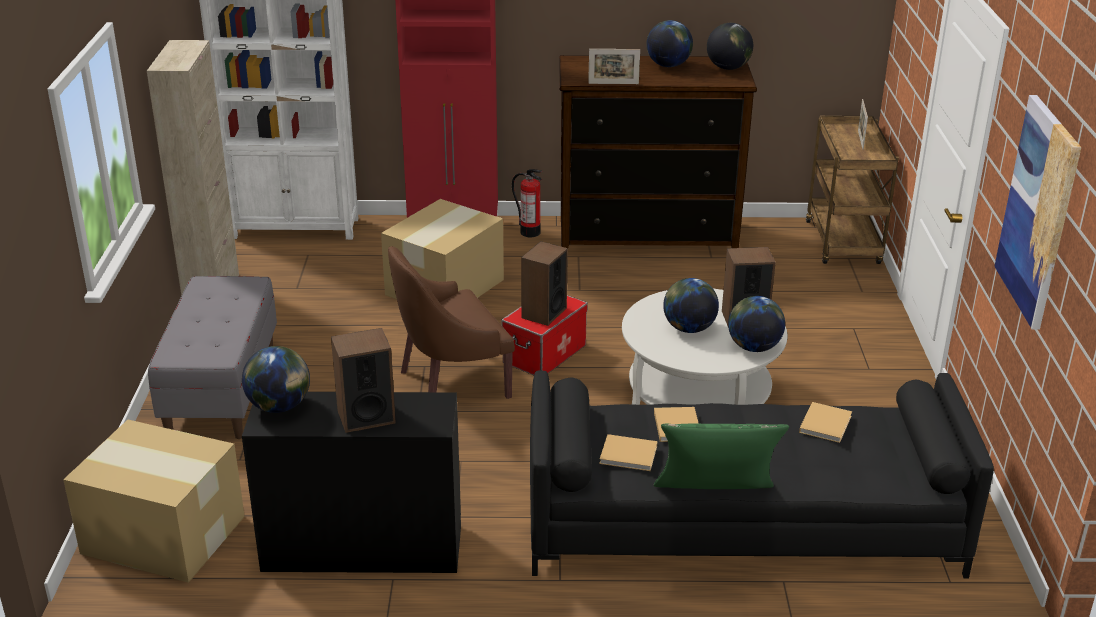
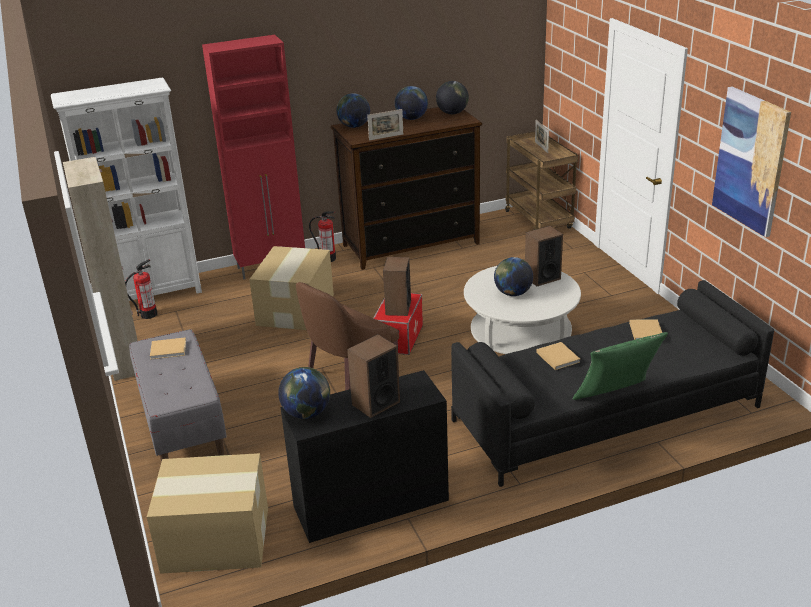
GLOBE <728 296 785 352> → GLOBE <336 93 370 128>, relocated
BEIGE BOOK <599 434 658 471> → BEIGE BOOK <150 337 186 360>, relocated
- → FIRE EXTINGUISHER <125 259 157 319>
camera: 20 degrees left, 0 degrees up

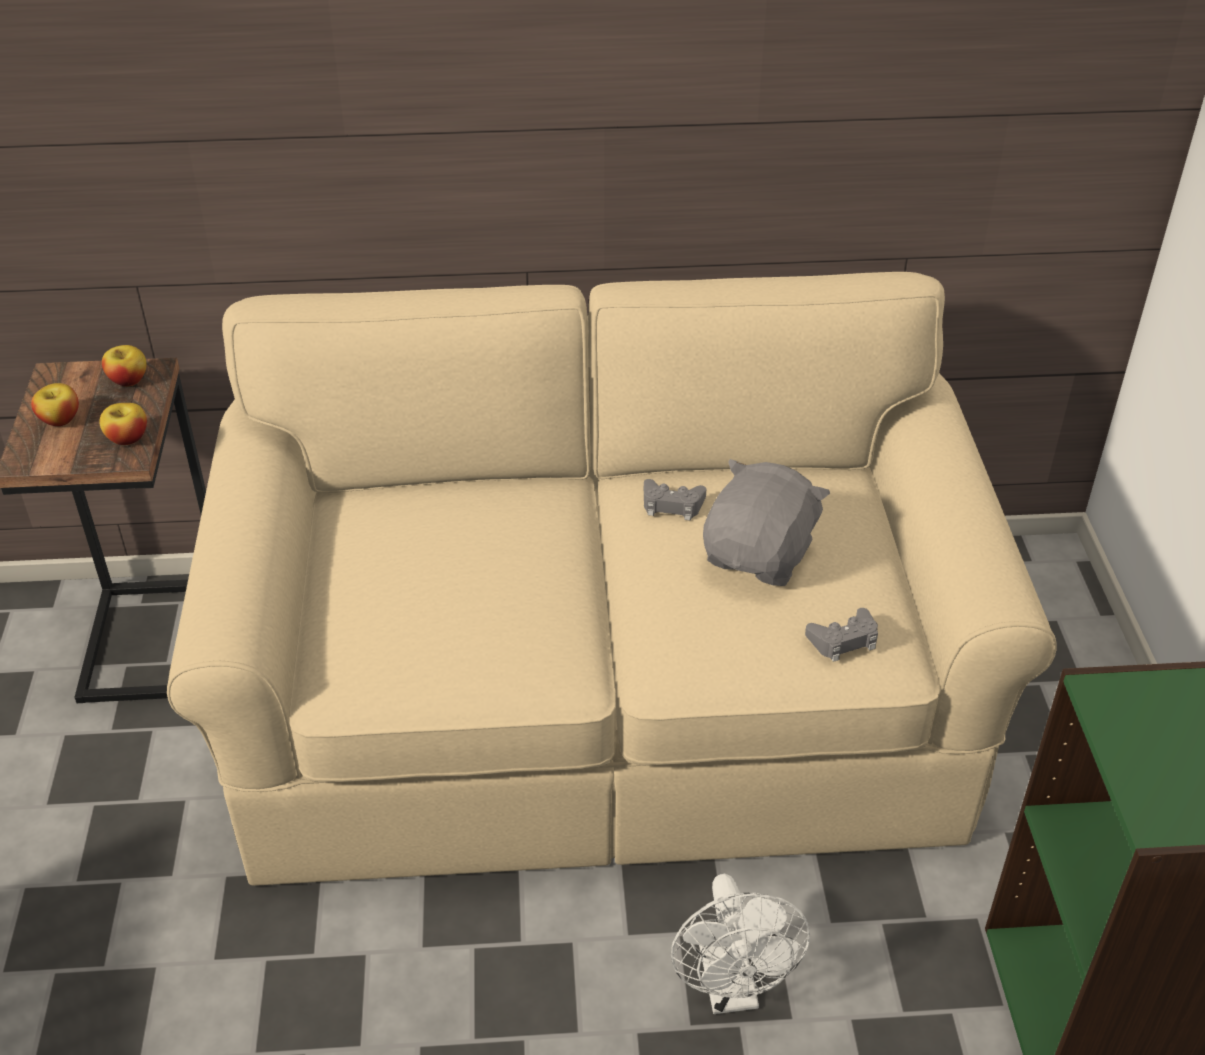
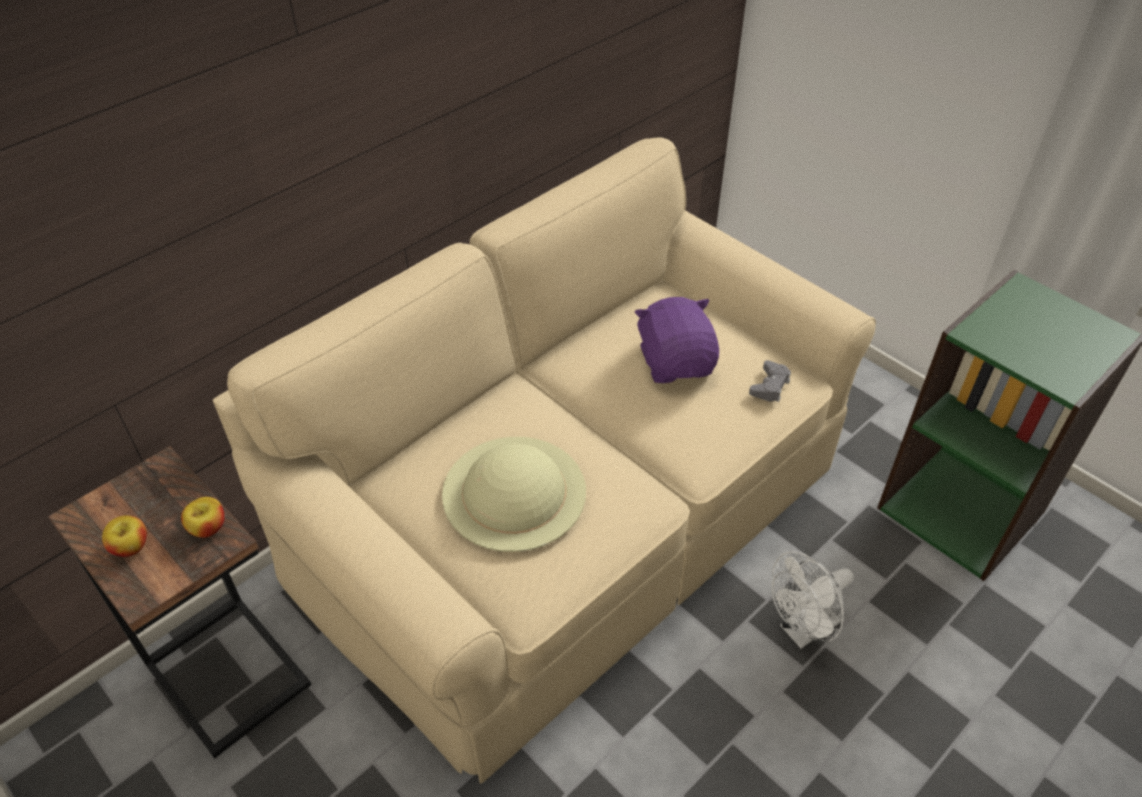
APPLE <102 345 147 386> → -
GREY PLUSH TOY <703 459 830 586> → PURPLE PLUSH TOY <635 297 719 383>
GREY GAME CONTROLLER <644 479 706 521> → -
WHITE FAN <671 873 810 1014> → WHITE FAN <772 551 854 648>, 105 degrees clockwise
- → BEIGE HAT <442 437 586 552>
camera: 40 degrees left, 5 degrees up

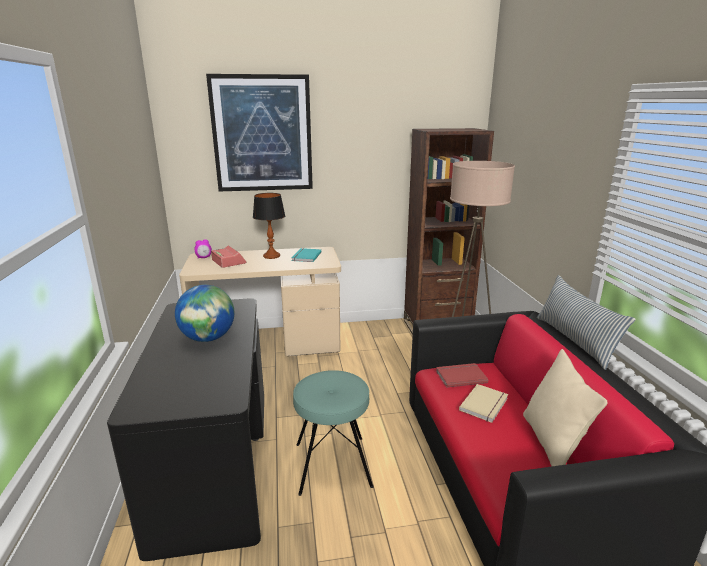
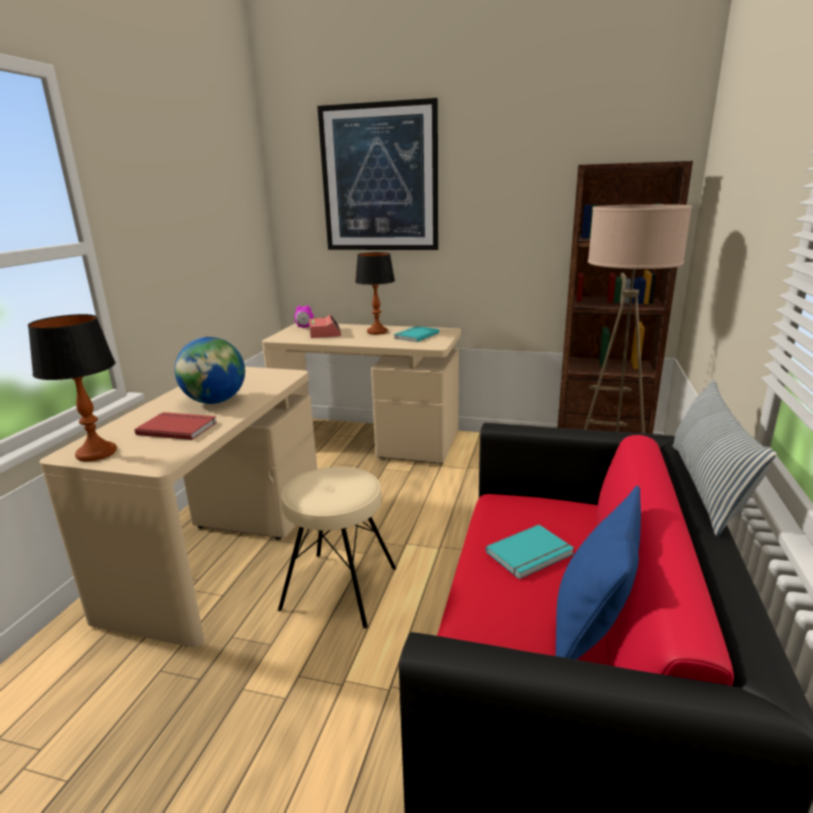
BLACK DESK <107 298 264 561> → BEIGE DESK <40 367 317 647>
BEIGE PILLOW <523 349 608 466> → BLUE PILLOW <555 486 641 660>
RED BOOK <436 363 488 388> → RED BOOK <135 412 217 440>, relocated
TURQUOISE STOOL <293 370 374 496> → BEIGE STOOL <278 467 396 629>
BEIGE BOOK <459 384 508 423> → TURQUOISE BOOK <486 525 574 579>
- → TABLE LAMP <28 314 117 461>
camera: 25 degrees right, 0 degrees up

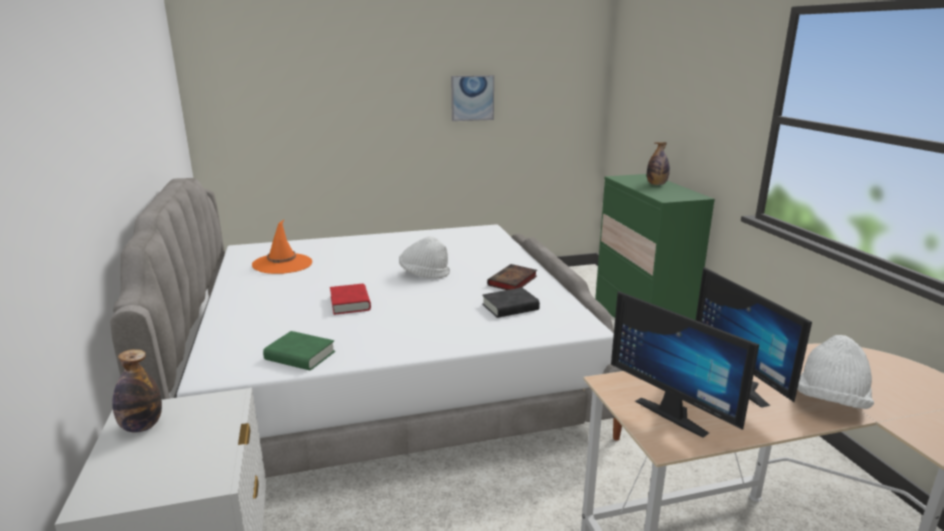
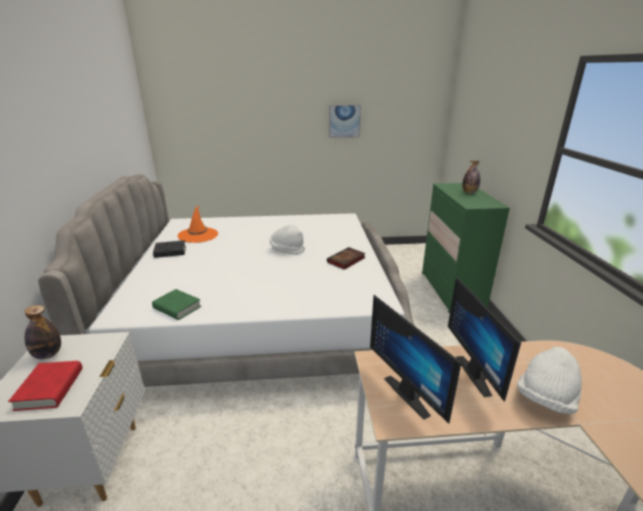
RED BOOK <330 284 371 315> → RED BOOK <8 361 83 411>, relocated
BLACK BOOK <482 288 540 318> → BLACK BOOK <153 240 186 258>, relocated
camera: 10 degrees right, 5 degrees up

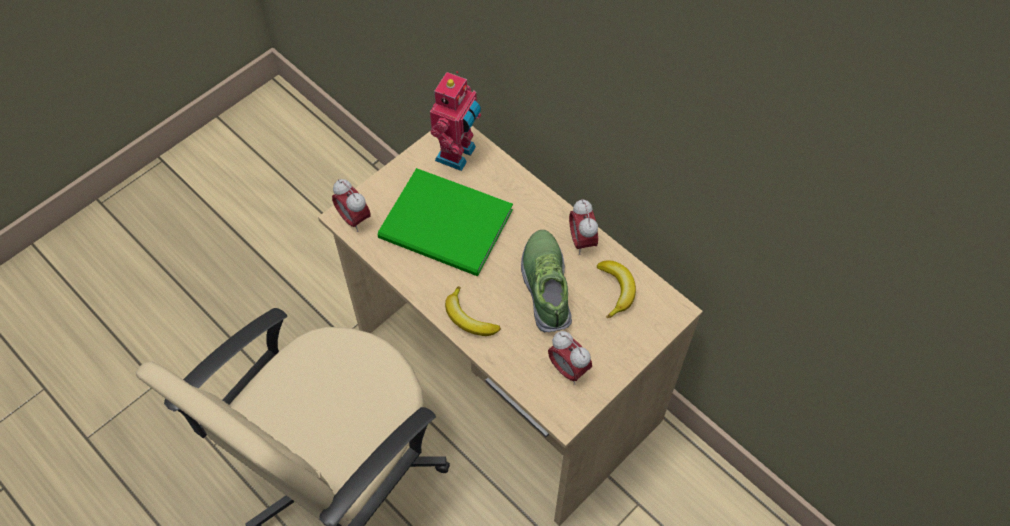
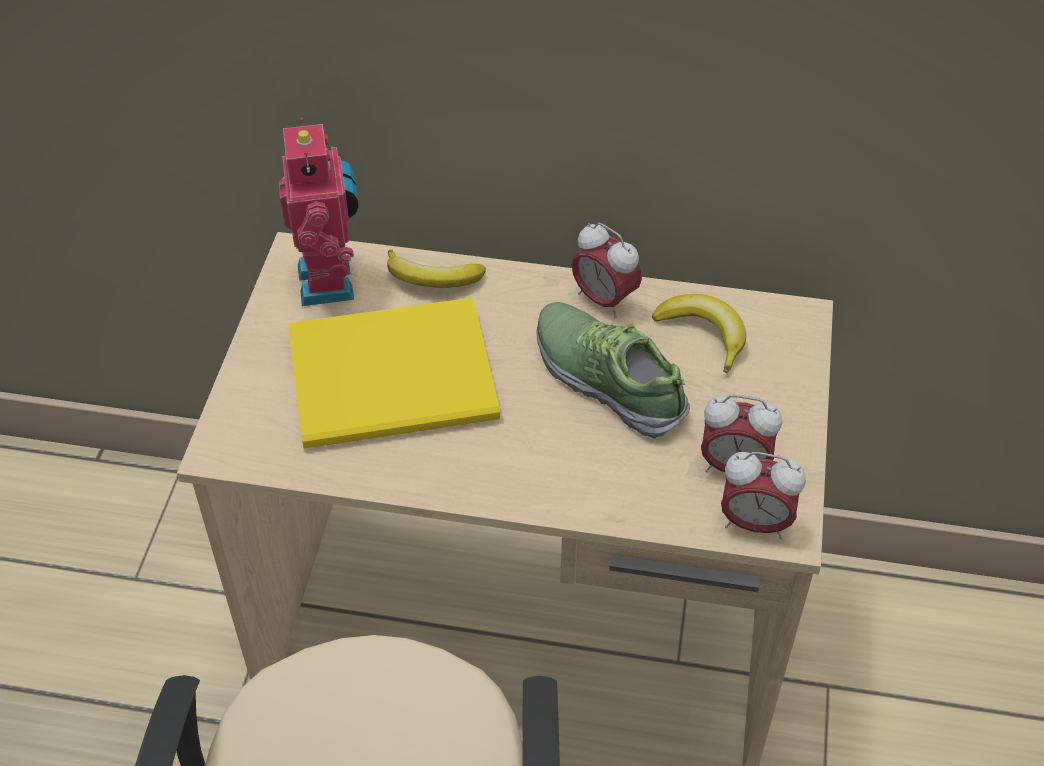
GREEN BOOK <377 168 513 276> → YELLOW BOOK <288 297 500 449>
ALARM CLOCK <332 179 371 232> → ALARM CLOCK <721 452 806 539>, relocated
BANANA <445 286 501 336> → BANANA <387 250 486 288>, relocated
camera: 35 degrees left, 10 degrees down

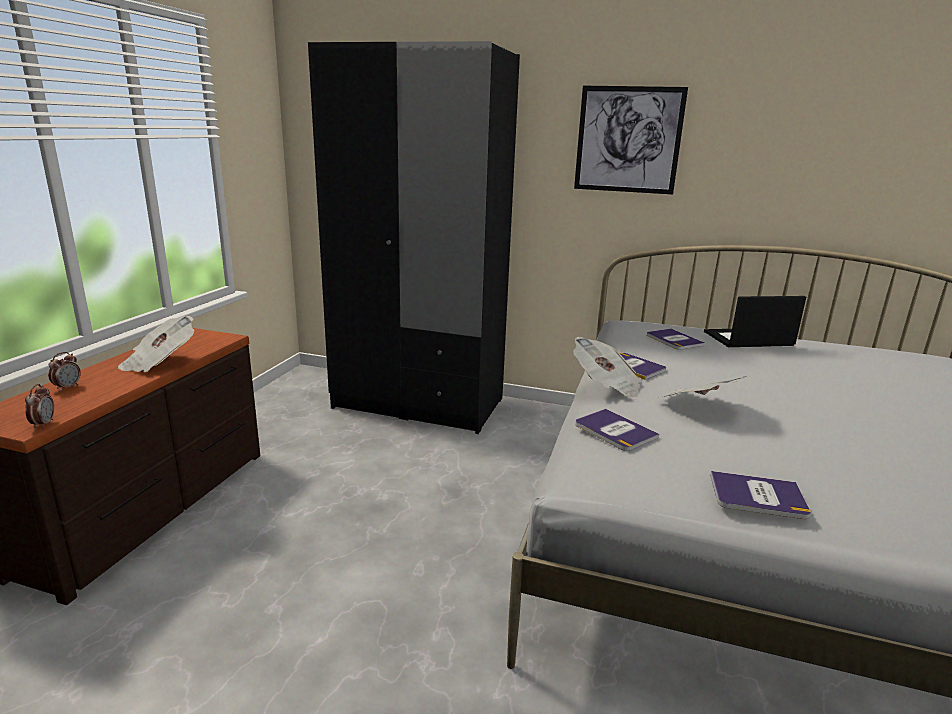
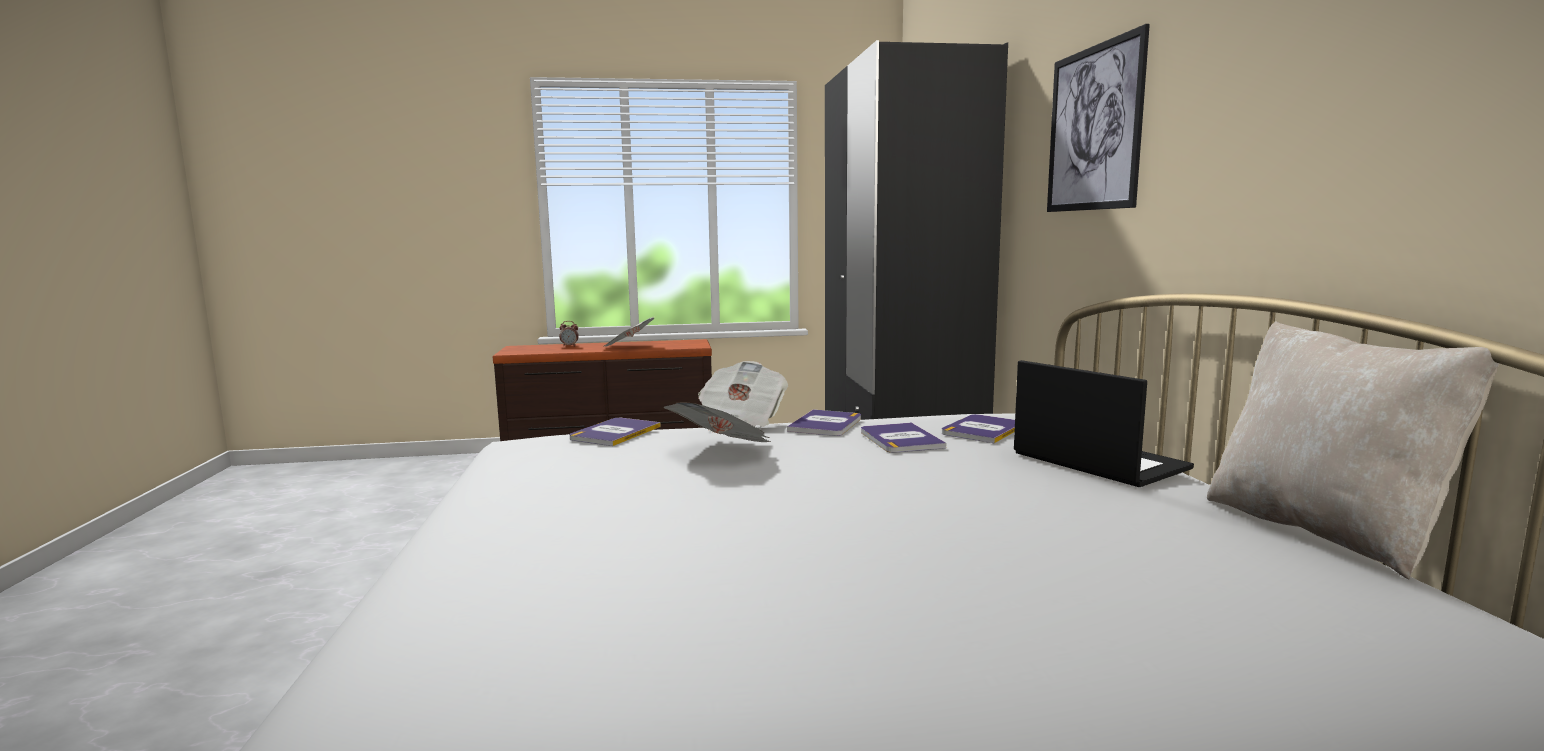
ALARM CLOCK <25 384 54 428> → -
BOOK <710 471 811 519> → BOOK <861 423 946 453>, relocated
- → BEIGE PILLOW <1207 321 1500 580>
camera: 65 degrees right, 10 degrees down

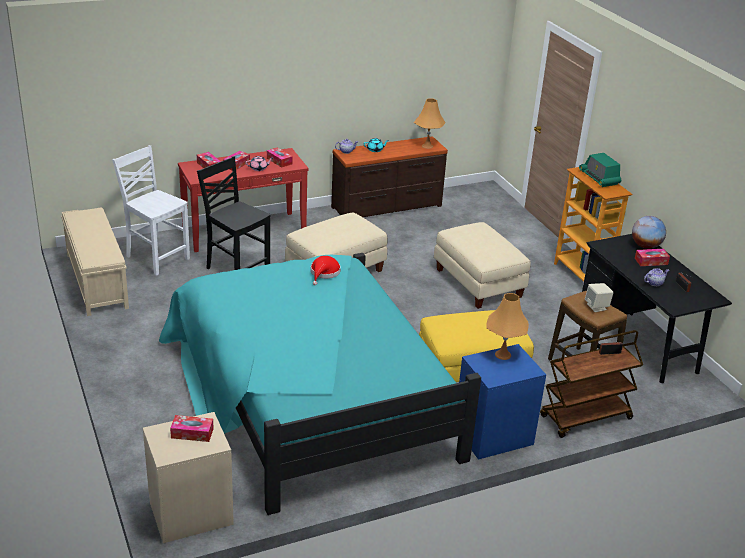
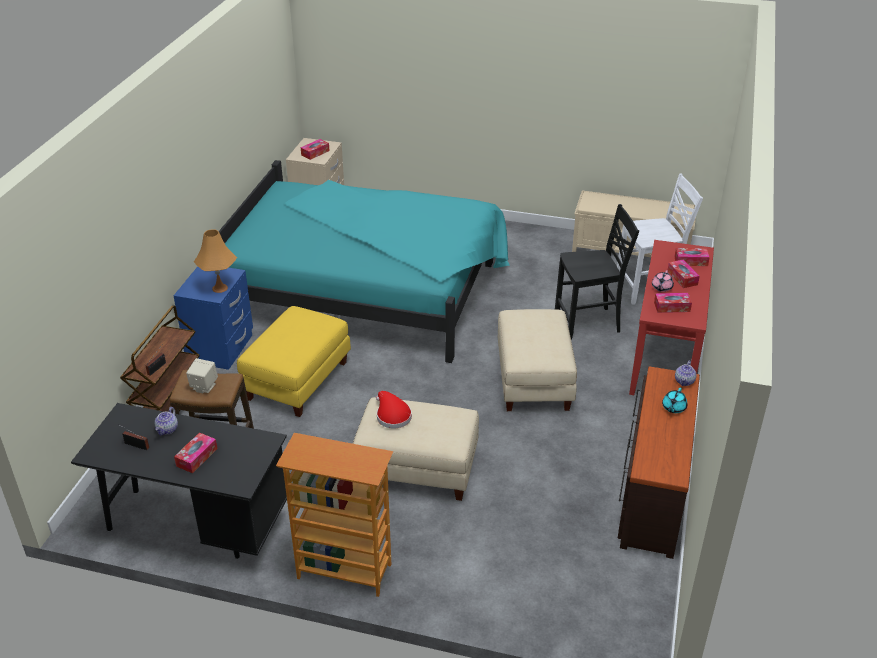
ORANGE TABLE LAMP <414 98 445 149> → -
RADIO <579 153 621 187> → -
GLOBE <632 216 666 249> → -
RED HAT <311 256 341 285> → RED HAT <376 391 412 429>, relocated
camera: 130 degrees right, 5 degrees up

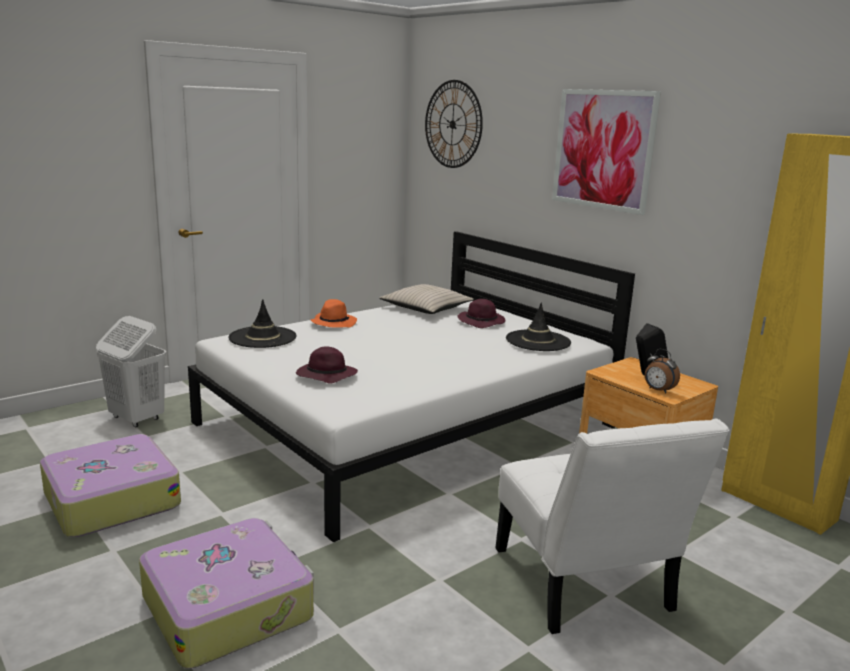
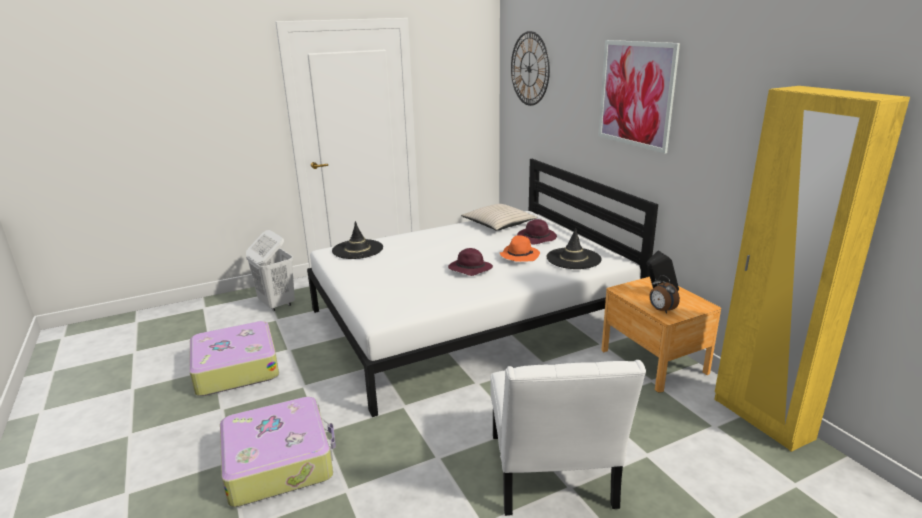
ORANGE HAT <310 299 357 328> → ORANGE HAT <500 235 540 262>, relocated
PURPLE HAT <296 346 358 384> → PURPLE HAT <448 248 493 276>, relocated
camera: 15 degrees right, 5 degrees up

